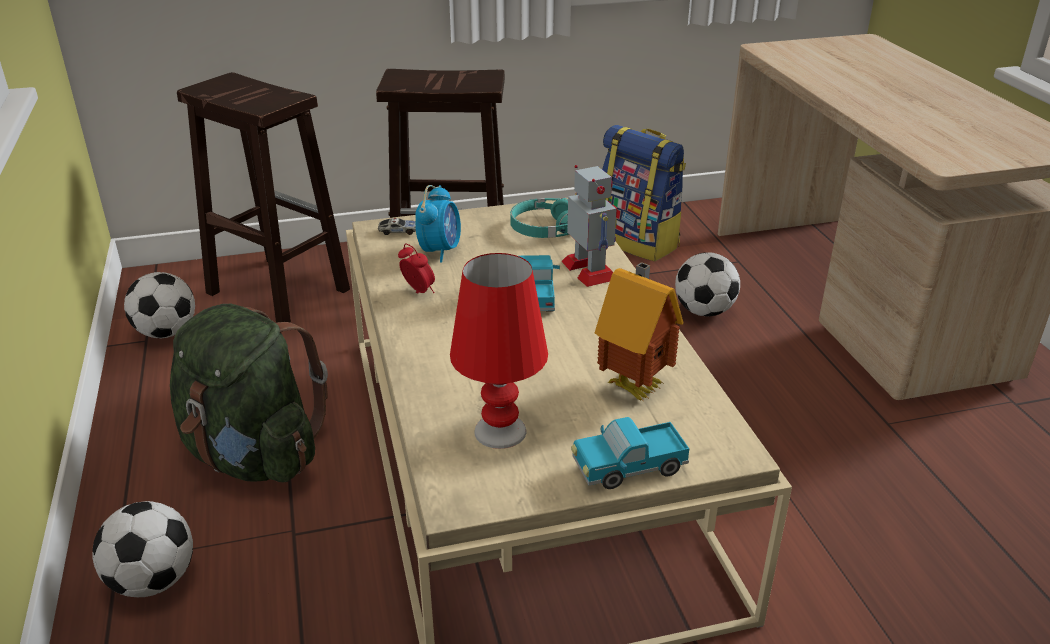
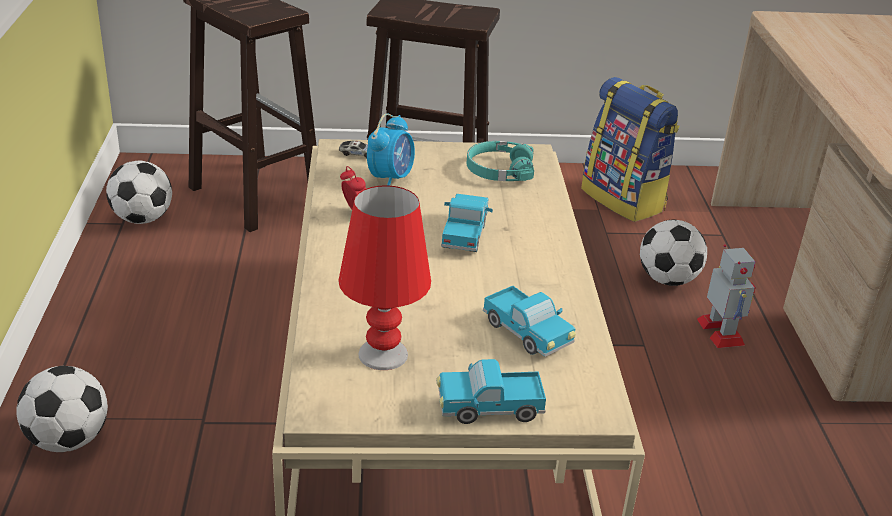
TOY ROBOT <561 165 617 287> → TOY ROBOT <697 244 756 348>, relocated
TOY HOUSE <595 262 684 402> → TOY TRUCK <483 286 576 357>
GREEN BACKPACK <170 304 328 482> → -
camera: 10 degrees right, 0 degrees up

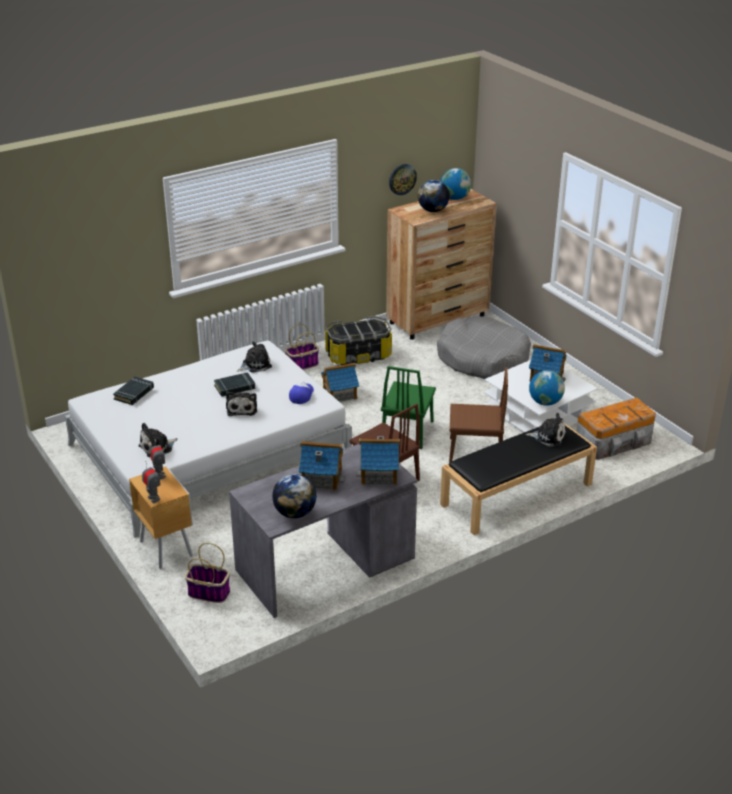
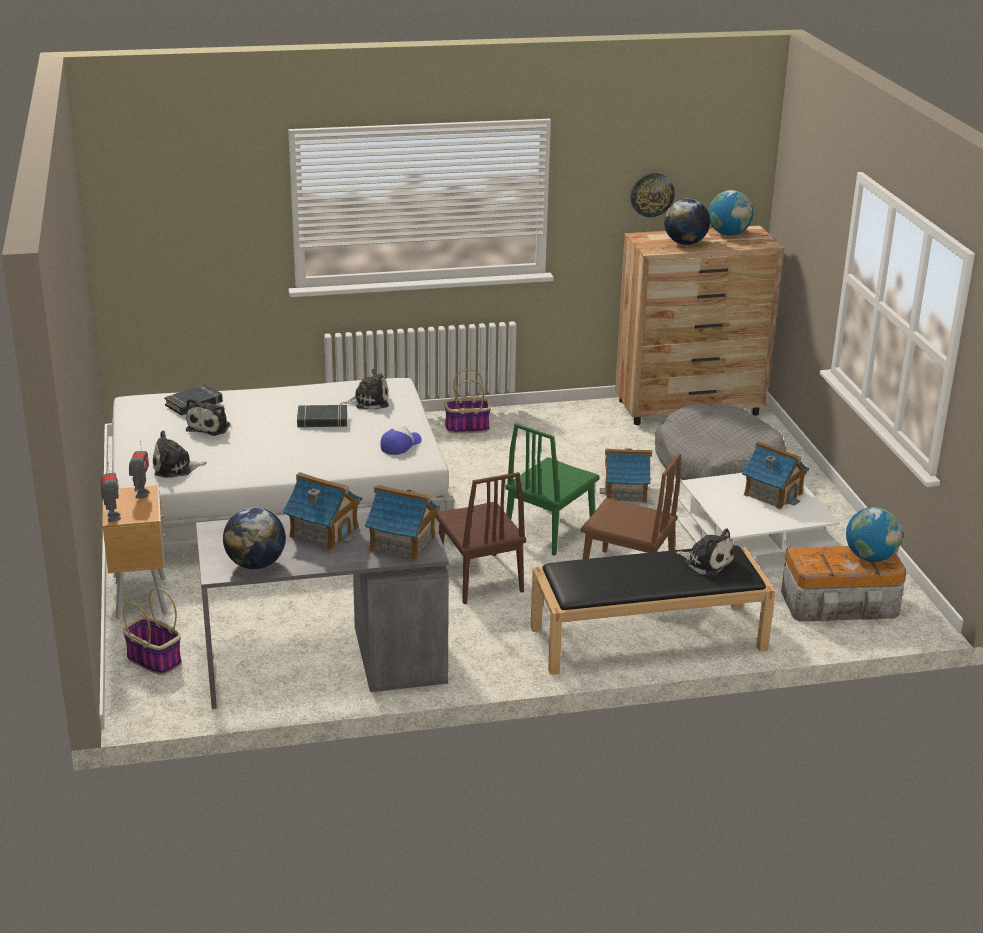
STORAGE BOX <325 316 392 365> → -
TOY HOUSE <321 363 359 402> → TOY HOUSE <600 448 652 503>, relocated
GLOBE <529 370 565 406> → GLOBE <846 507 902 562>, relocated
PLUSH TOY <226 392 257 416> → PLUSH TOY <186 398 231 436>, relocated
camera: 20 degrees right, 5 degrees down

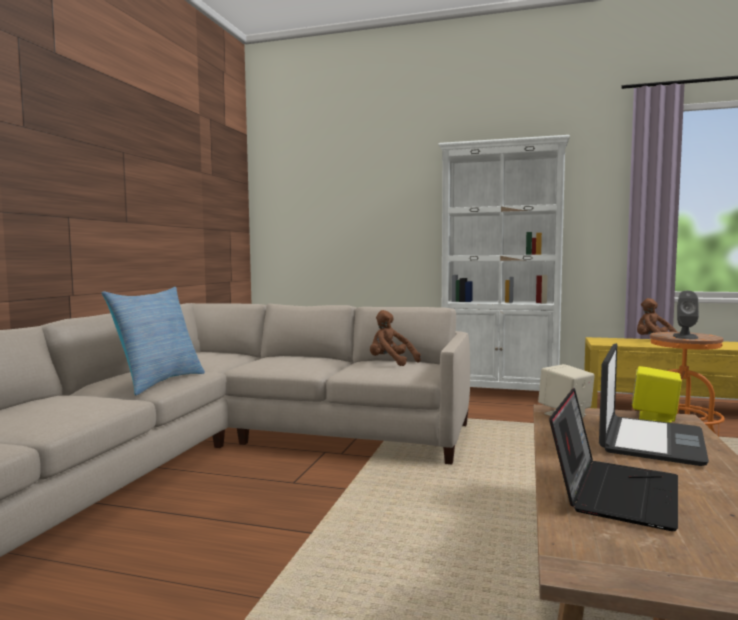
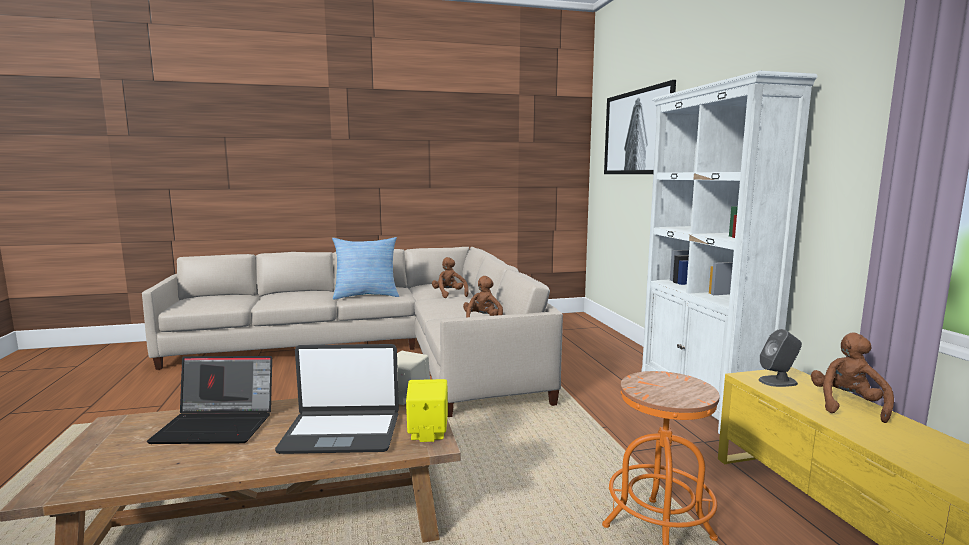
GREY SPEAKER <673 291 699 339> → GREY SPEAKER <759 329 802 387>, relocated
- → PICTURE <604 80 676 174>
- → BROWN PLUSH TOY <432 257 468 298>
camera: 60 degrees right, 5 degrees up

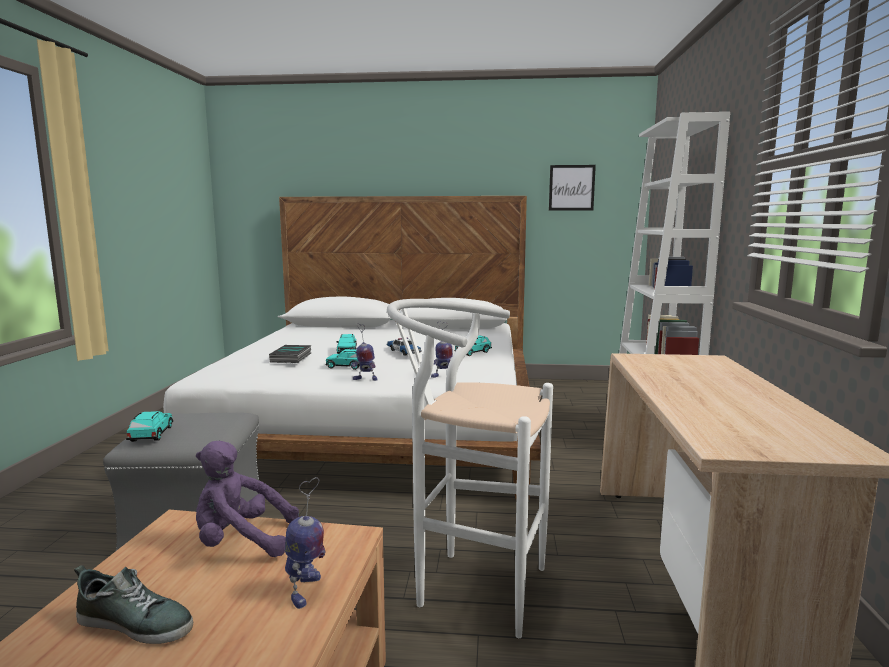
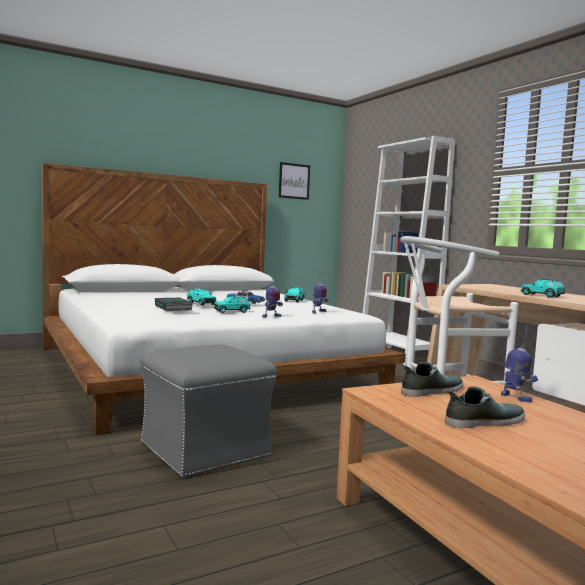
TURQUOISE TOY CAR <126 411 173 442> → TURQUOISE TOY CAR <521 279 565 298>, relocated
PURPLE PLUSH TOY <196 441 299 557> → SHOE <401 362 463 397>
camera: 35 degrees left, 5 degrees down

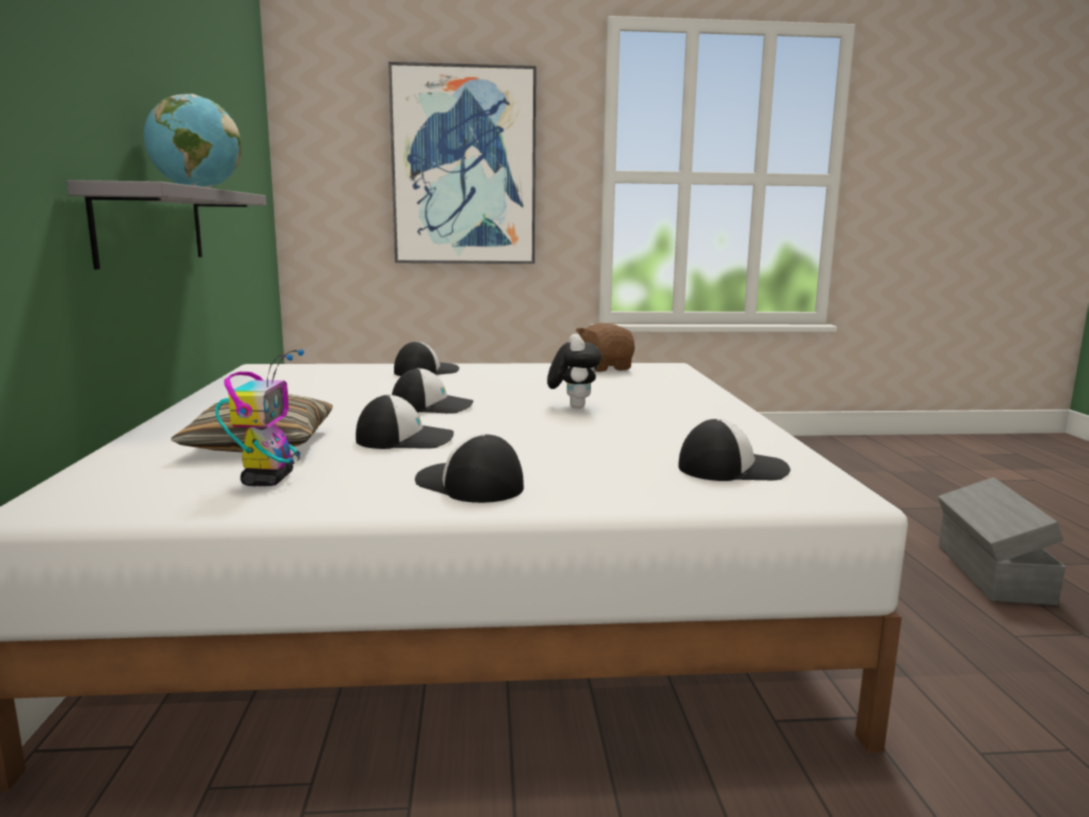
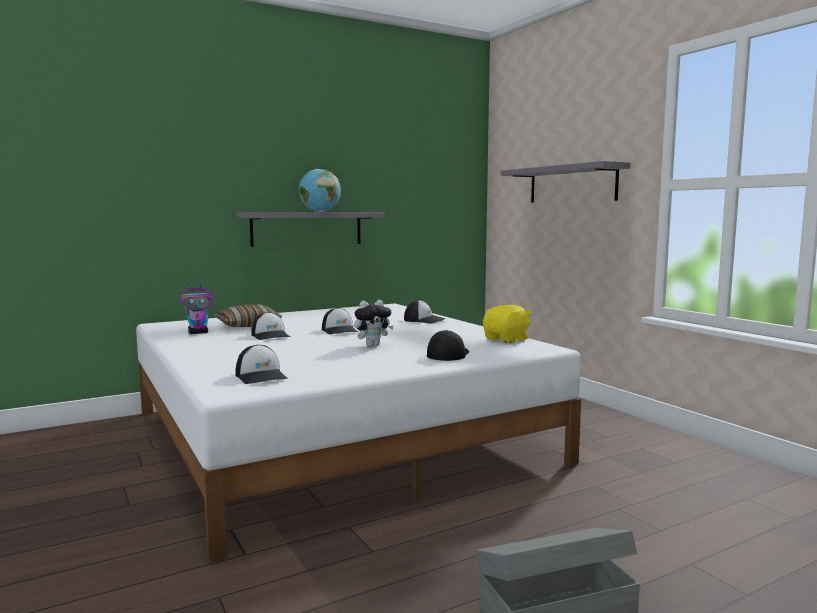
PICTURE <388 62 536 264> → GREY SHELF <500 161 630 203>
BROWN PLUSH TOY <576 323 635 372> → YELLOW PLUSH TOY <483 305 532 343>
CAP <415 434 524 503> → CAP <427 330 469 361>, relocated
camera: 65 degrees right, 5 degrees down

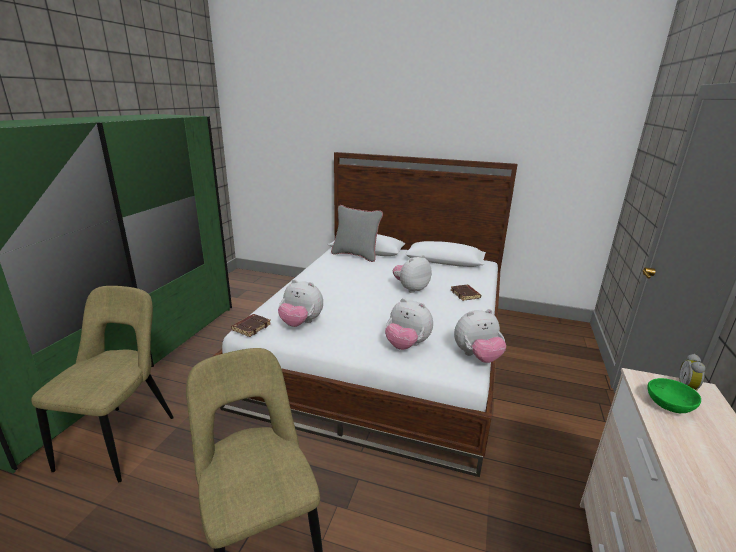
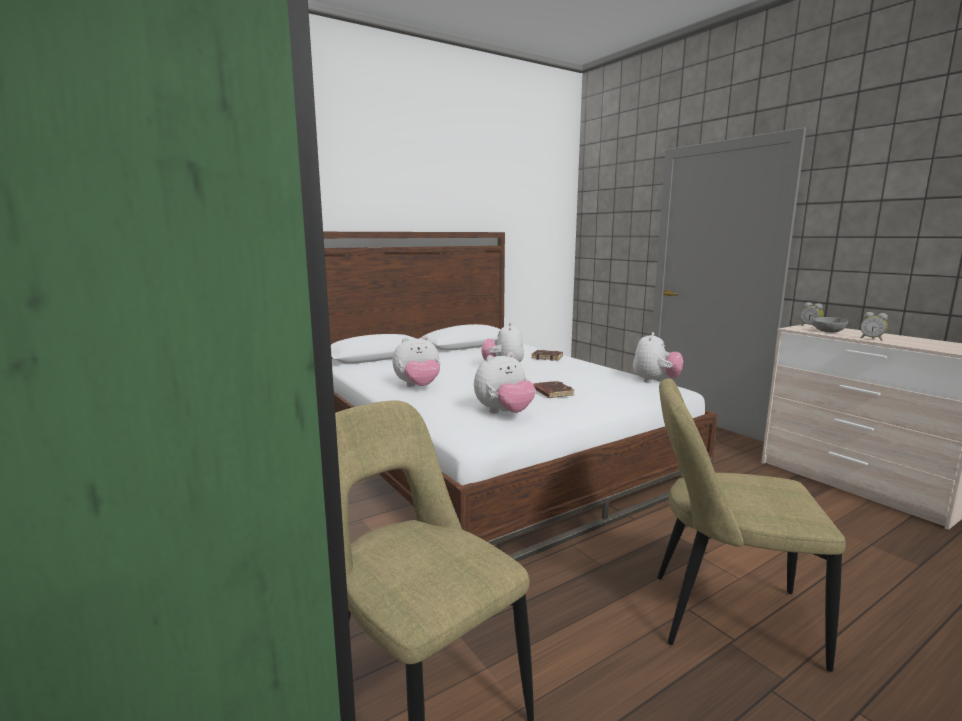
GREY PILLOW <331 205 383 262> → -
PLUSH TOY <385 298 433 350> → PLUSH TOY <392 336 440 387>, relocated
BROWN BOOK <231 314 271 337> → BROWN BOOK <533 381 574 398>, relocated
GREEN BOWL <647 378 701 413> → GREY BOWL <813 317 848 333>
- → ALARM CLOCK <860 312 888 341>
camera: 50 degrees left, 10 degrees down

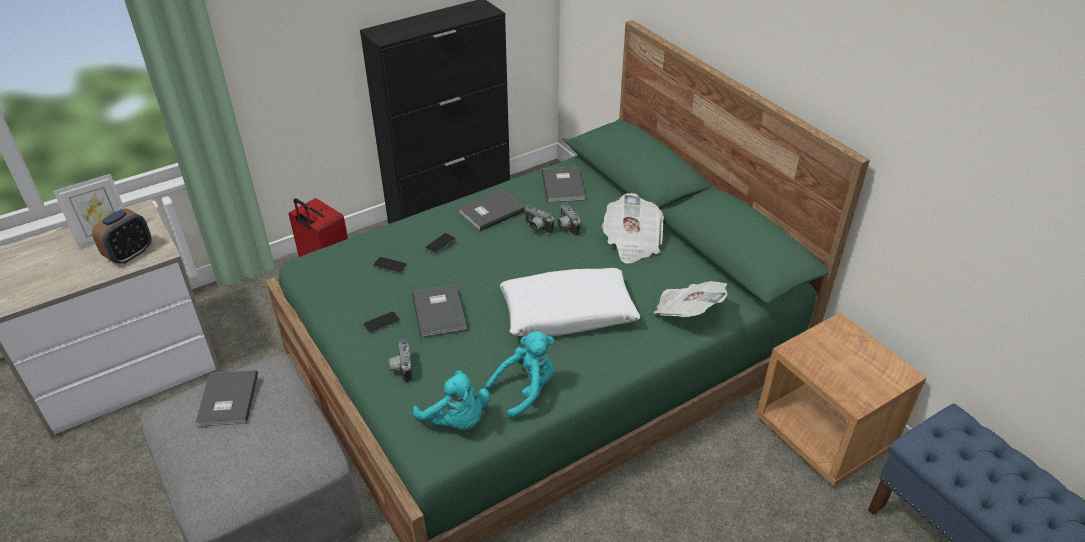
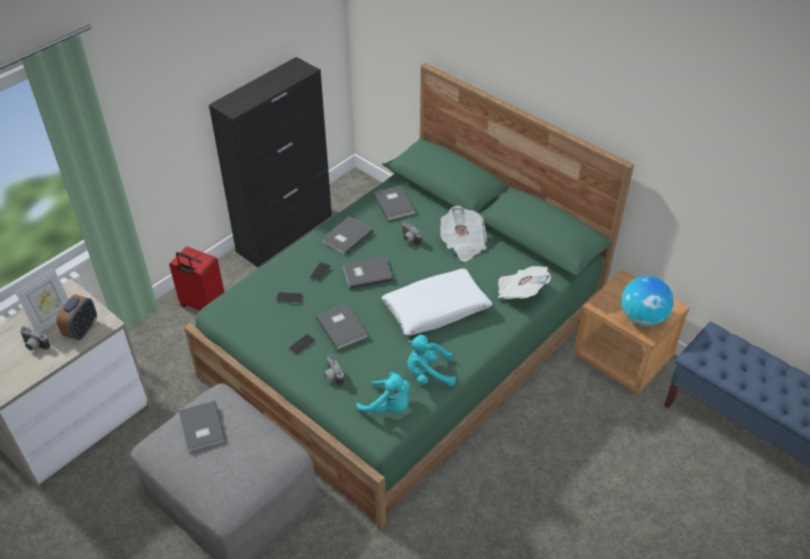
PHOTO CAMERA <524 204 554 234> → PHOTO CAMERA <20 326 50 351>, relocated
TURQUOISE PLUSH TOY <485 331 554 420> → TURQUOISE PLUSH TOY <407 335 456 386>, 135 degrees counterclockwise
- → GREY BOOK <343 256 394 289>
- → GLOBE <621 276 673 327>
camera: 15 degrees left, 5 degrees up

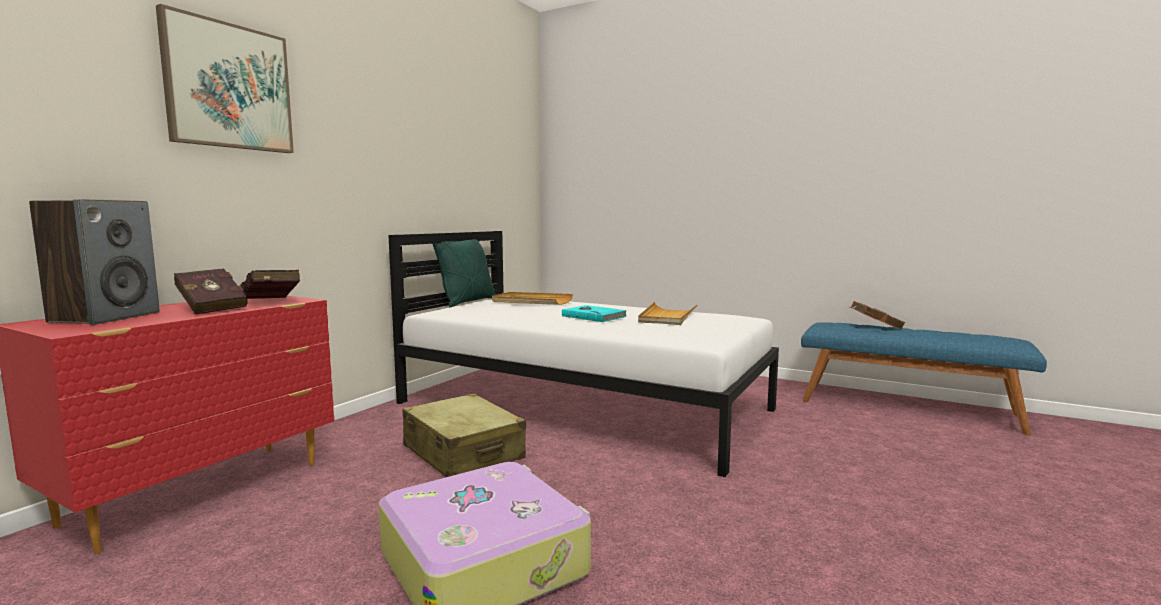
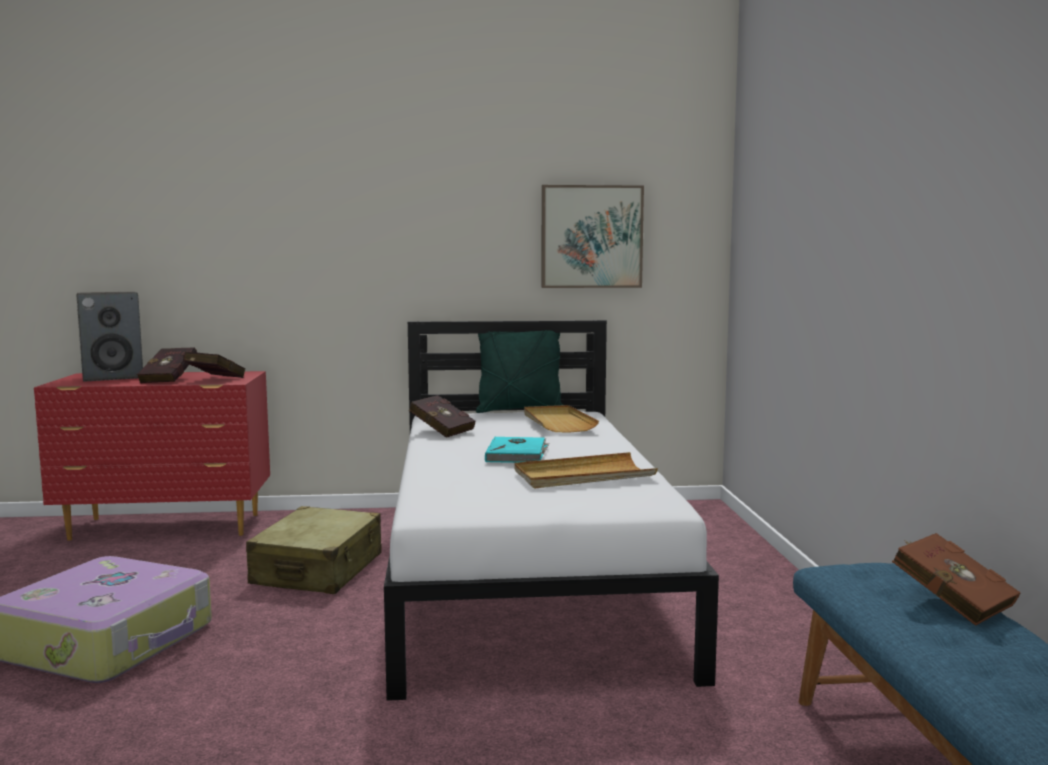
PICTURE <156 4 294 153> → PICTURE <541 185 644 288>, relocated
- → RED BOOK <409 395 475 438>
camera: 55 degrees right, 0 degrees up

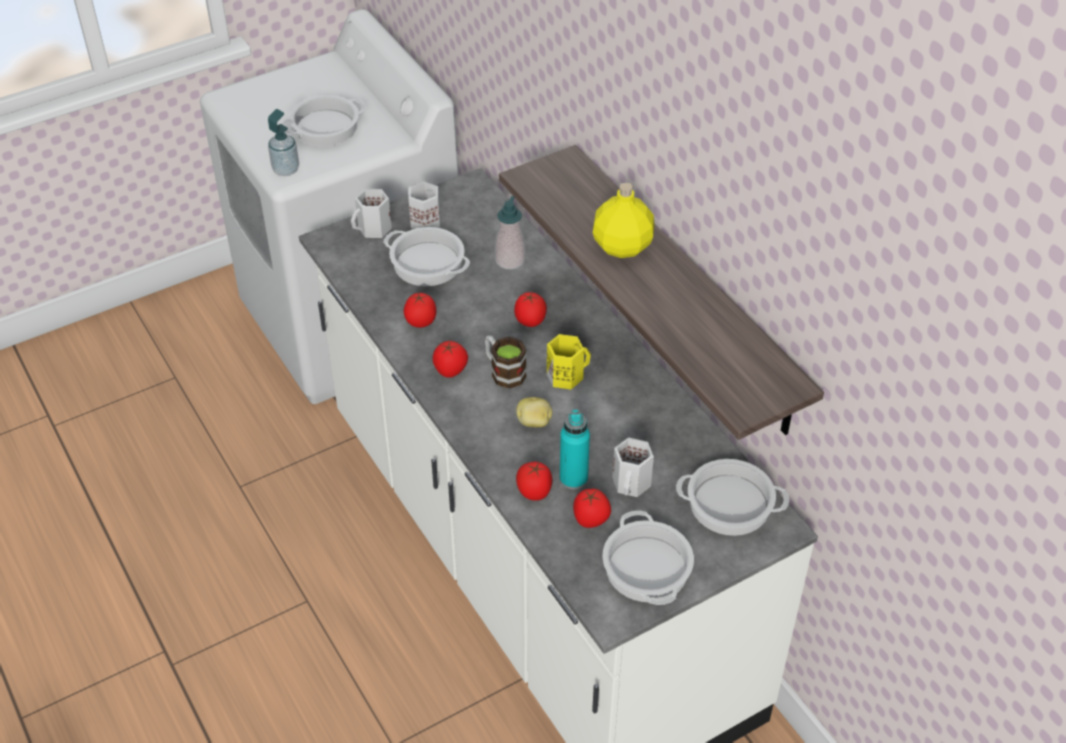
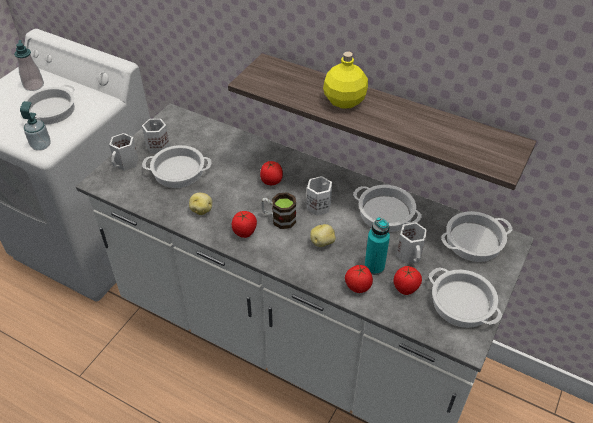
SOAP DISPENSER <494 196 526 270> → SOAP DISPENSER <14 40 44 91>, relocated
TOMATO <404 292 436 328> → POTATO <189 193 212 215>
YELLOW MUG <547 334 591 389> → WHITE MUG <307 176 332 216>
- → COOKING POT <353 185 421 232>
camera: 30 degrees left, 0 degrees up

